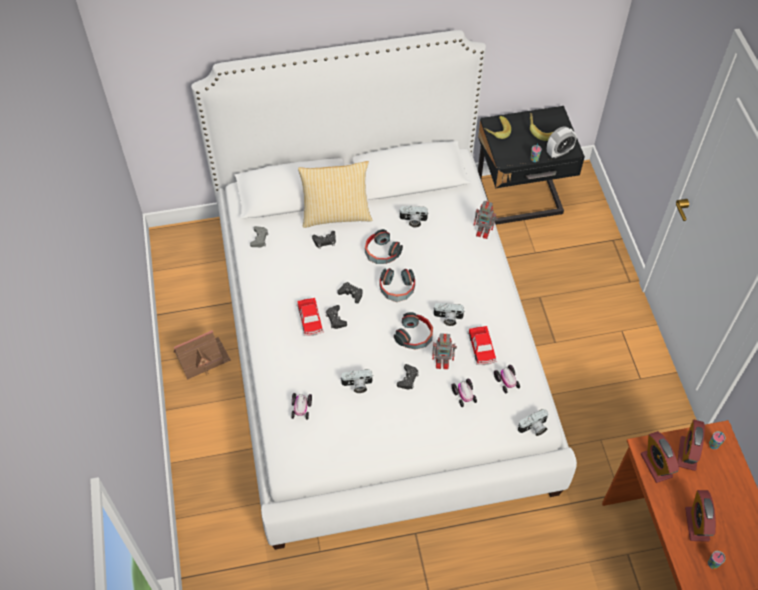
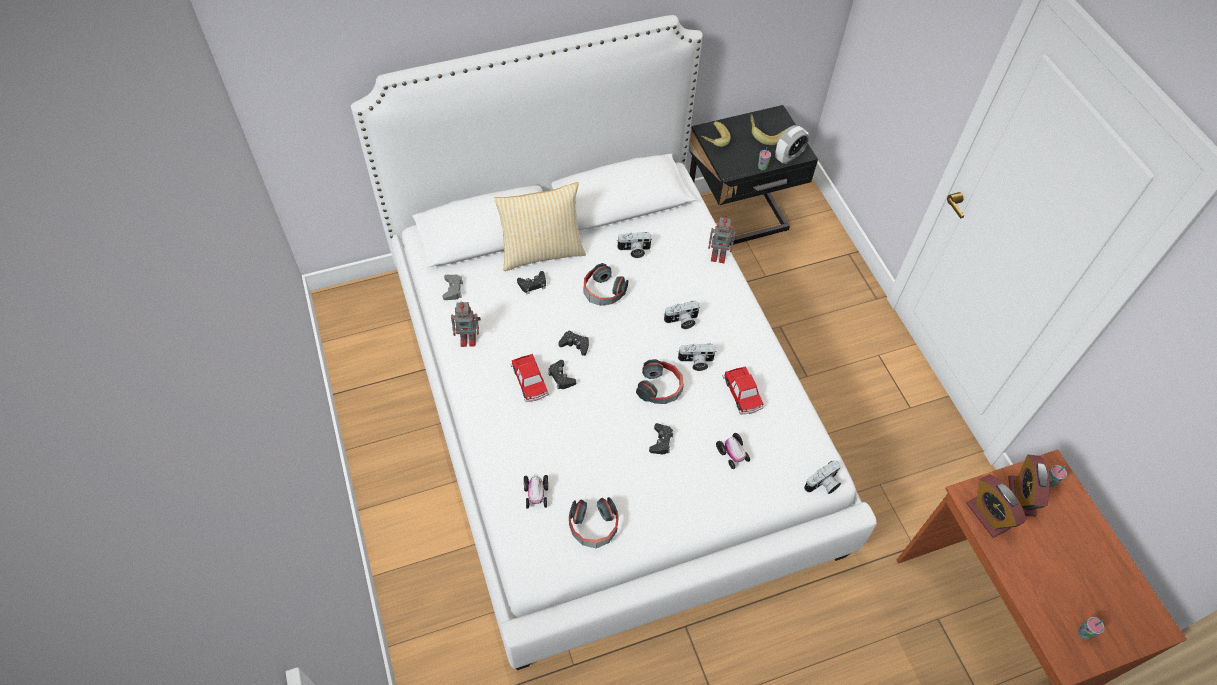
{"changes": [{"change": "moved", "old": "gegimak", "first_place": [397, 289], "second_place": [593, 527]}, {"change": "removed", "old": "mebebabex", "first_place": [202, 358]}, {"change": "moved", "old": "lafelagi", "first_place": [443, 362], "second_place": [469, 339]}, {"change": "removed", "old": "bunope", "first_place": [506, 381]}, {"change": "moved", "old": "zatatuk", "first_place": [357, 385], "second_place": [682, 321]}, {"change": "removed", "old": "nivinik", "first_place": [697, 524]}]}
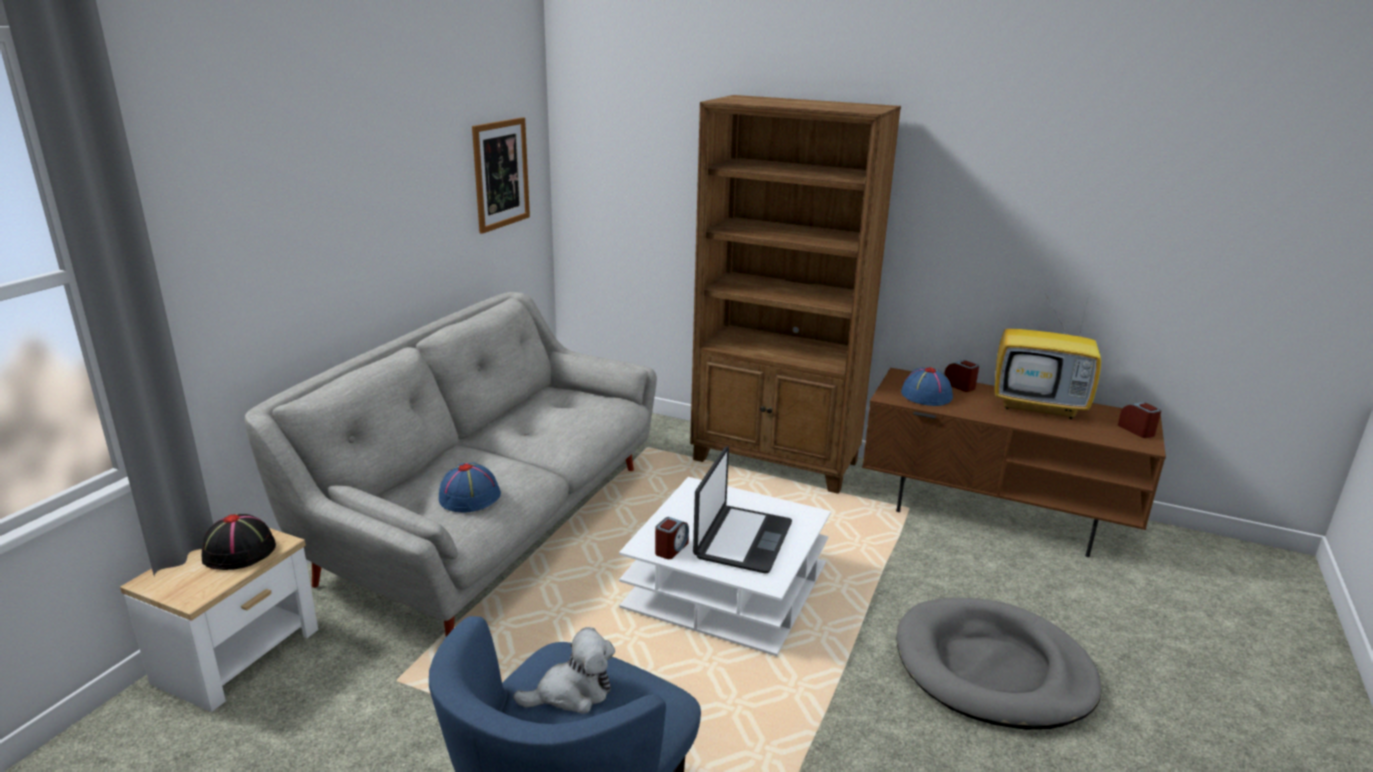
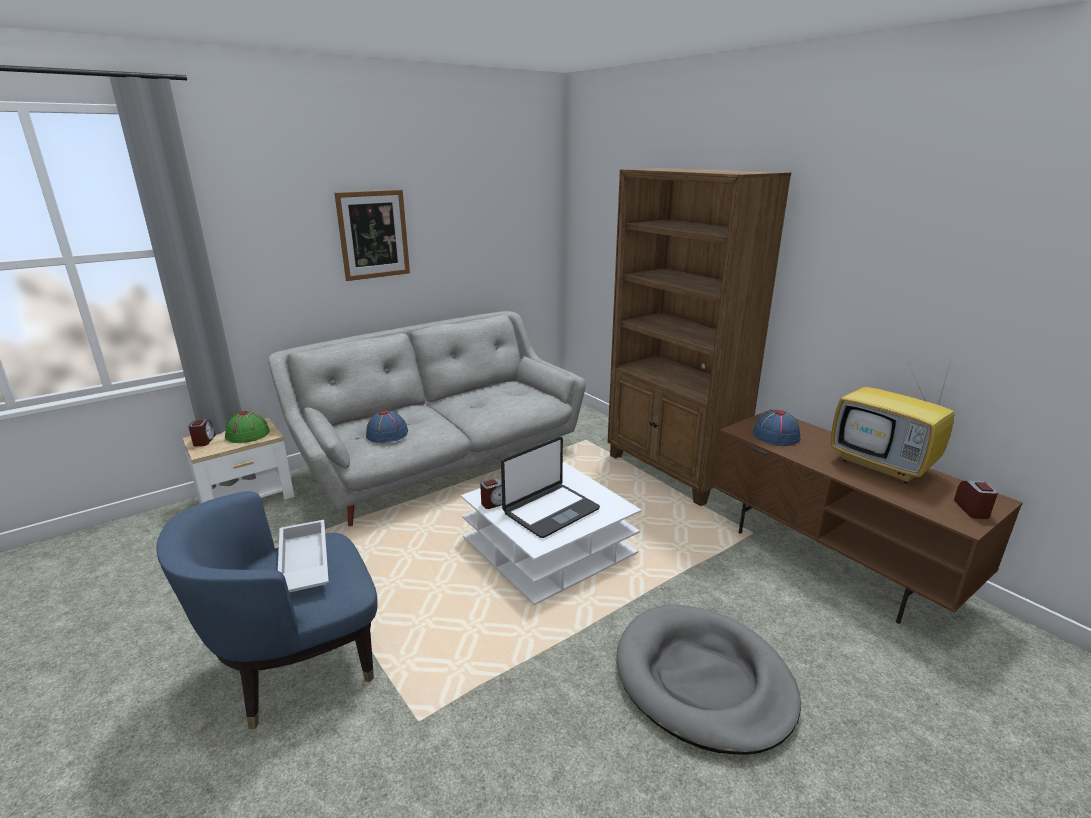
{"changes": [{"change": "moved", "old": "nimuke", "first_place": [501, 174], "second_place": [373, 235]}, {"change": "moved", "old": "nivinik", "first_place": [959, 386], "second_place": [204, 440]}, {"change": "recoloured", "old": "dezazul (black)", "new": "dezazul (green)", "first_place": [240, 551], "second_place": [248, 434]}, {"change": "replaced", "old": "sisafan", "new": "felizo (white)", "first_place": [572, 693], "second_place": [303, 564]}]}
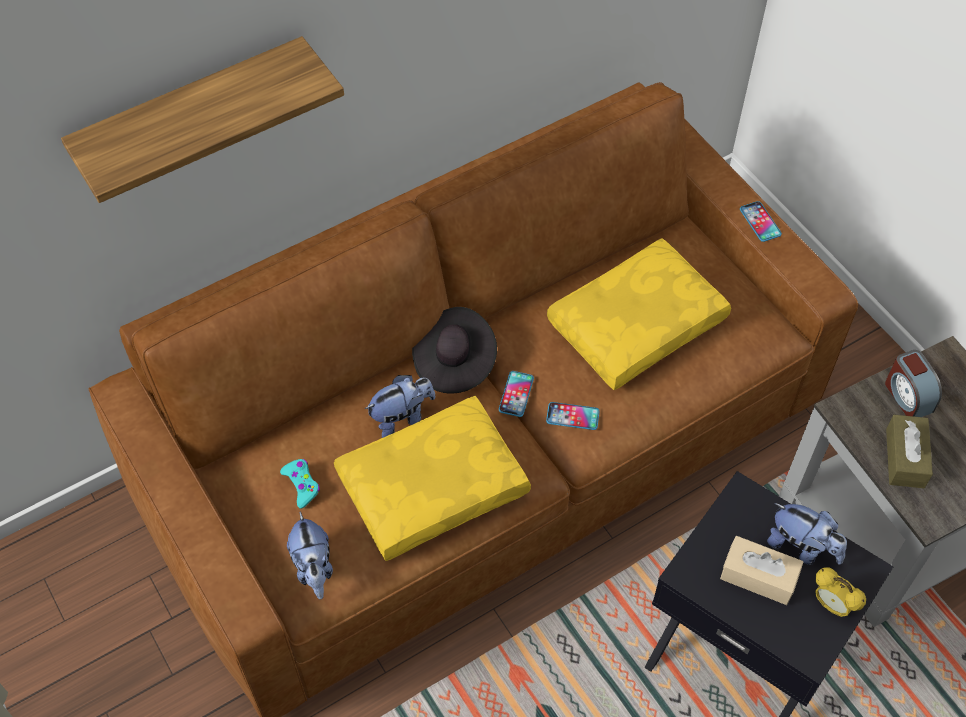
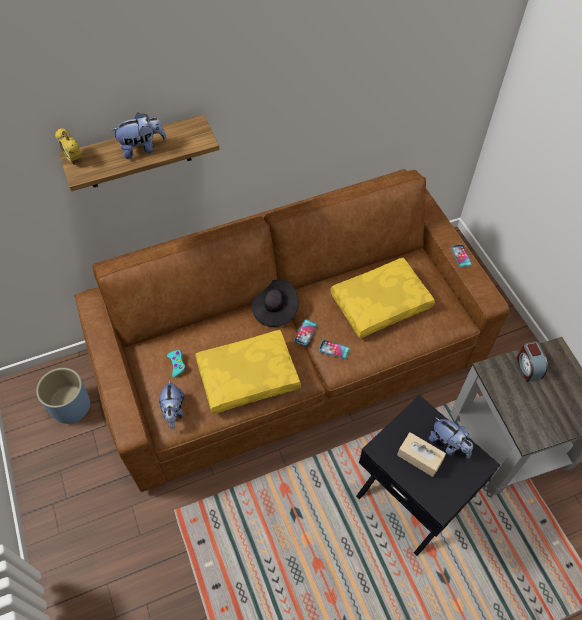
{"changes": [{"change": "moved", "old": "sisafan", "first_place": [402, 417], "second_place": [142, 148]}, {"change": "removed", "old": "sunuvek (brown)", "first_place": [905, 458]}, {"change": "moved", "old": "nivinik", "first_place": [831, 605], "second_place": [74, 159]}, {"change": "added", "new": "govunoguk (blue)", "second_place": [71, 406]}]}
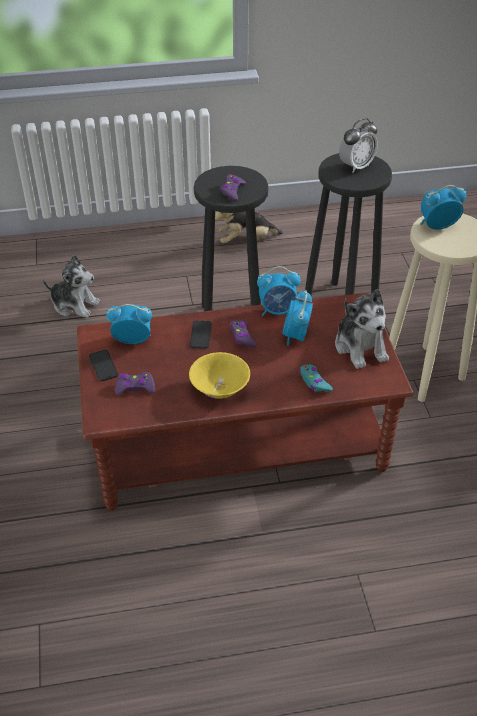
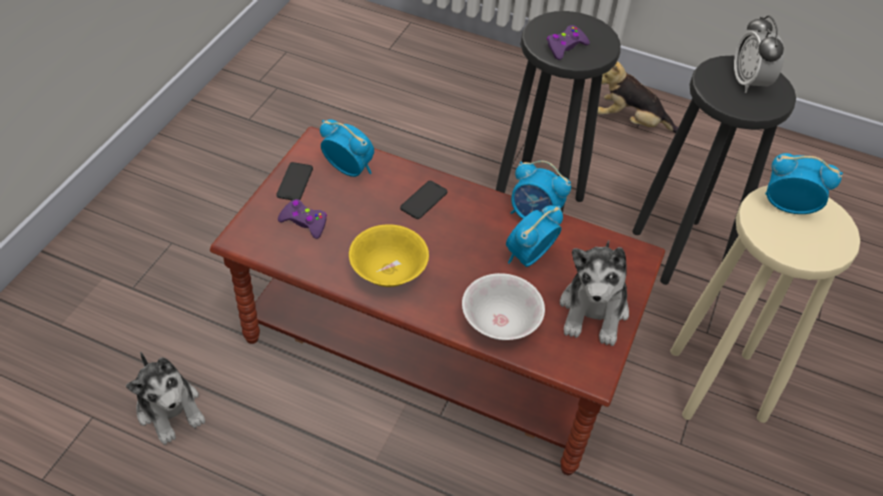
{"changes": [{"change": "turned", "old": "nivinik", "first_place": [356, 166], "second_place": [748, 82], "degrees": 90}, {"change": "moved", "old": "sisafan", "first_place": [74, 305], "second_place": [170, 408]}, {"change": "removed", "old": "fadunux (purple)", "first_place": [242, 337]}, {"change": "replaced", "old": "fadunux (turquoise)", "new": "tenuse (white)", "first_place": [314, 382], "second_place": [499, 323]}]}
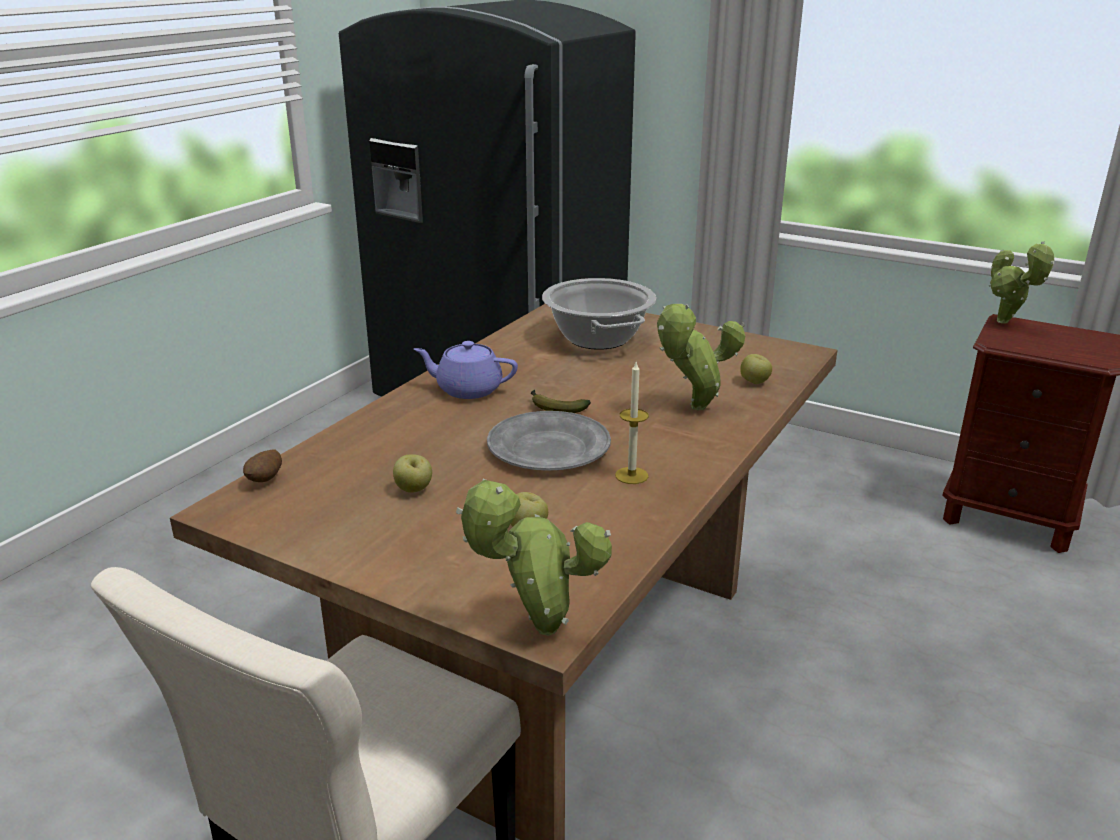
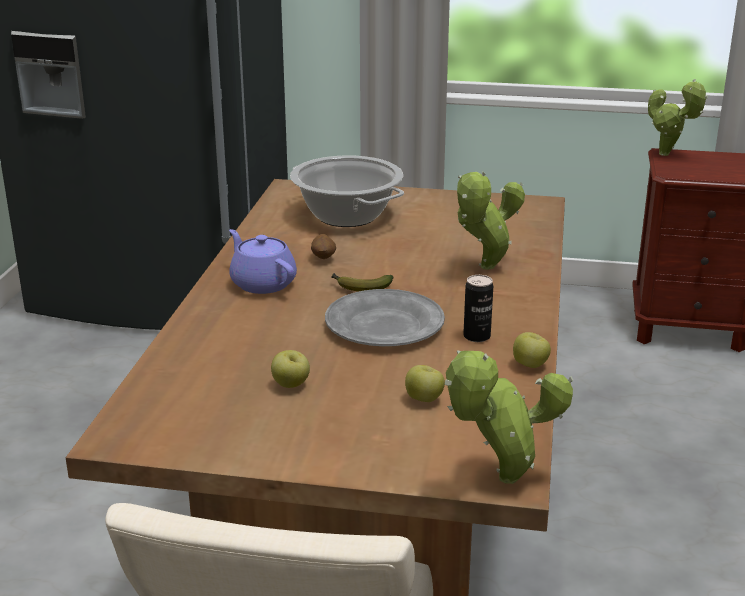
{"changes": [{"change": "turned", "old": "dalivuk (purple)", "first_place": [467, 389], "second_place": [262, 283], "degrees": 60}, {"change": "moved", "old": "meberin", "first_place": [754, 382], "second_place": [530, 365]}, {"change": "replaced", "old": "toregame", "new": "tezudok", "first_place": [631, 475], "second_place": [476, 336]}, {"change": "moved", "old": "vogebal", "first_place": [265, 480], "second_place": [323, 258]}]}
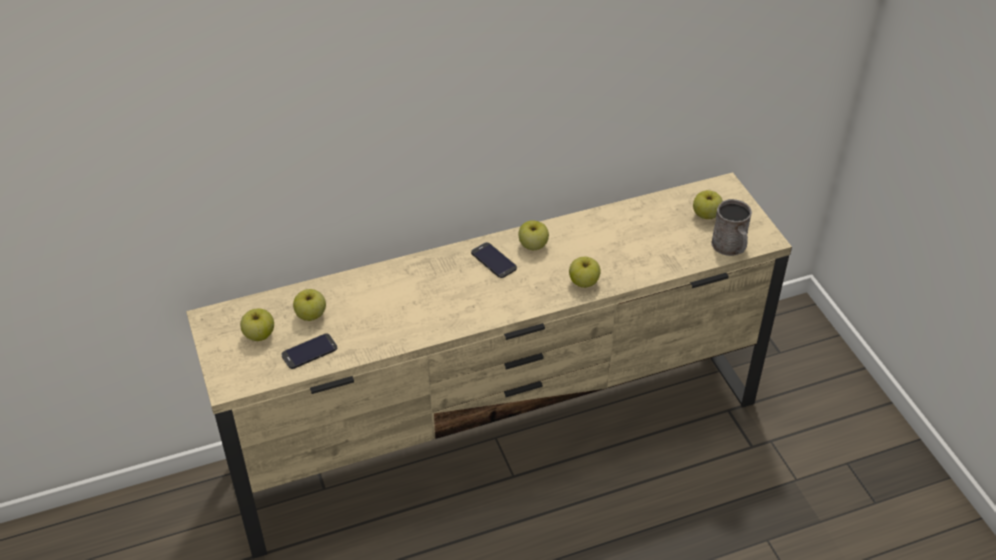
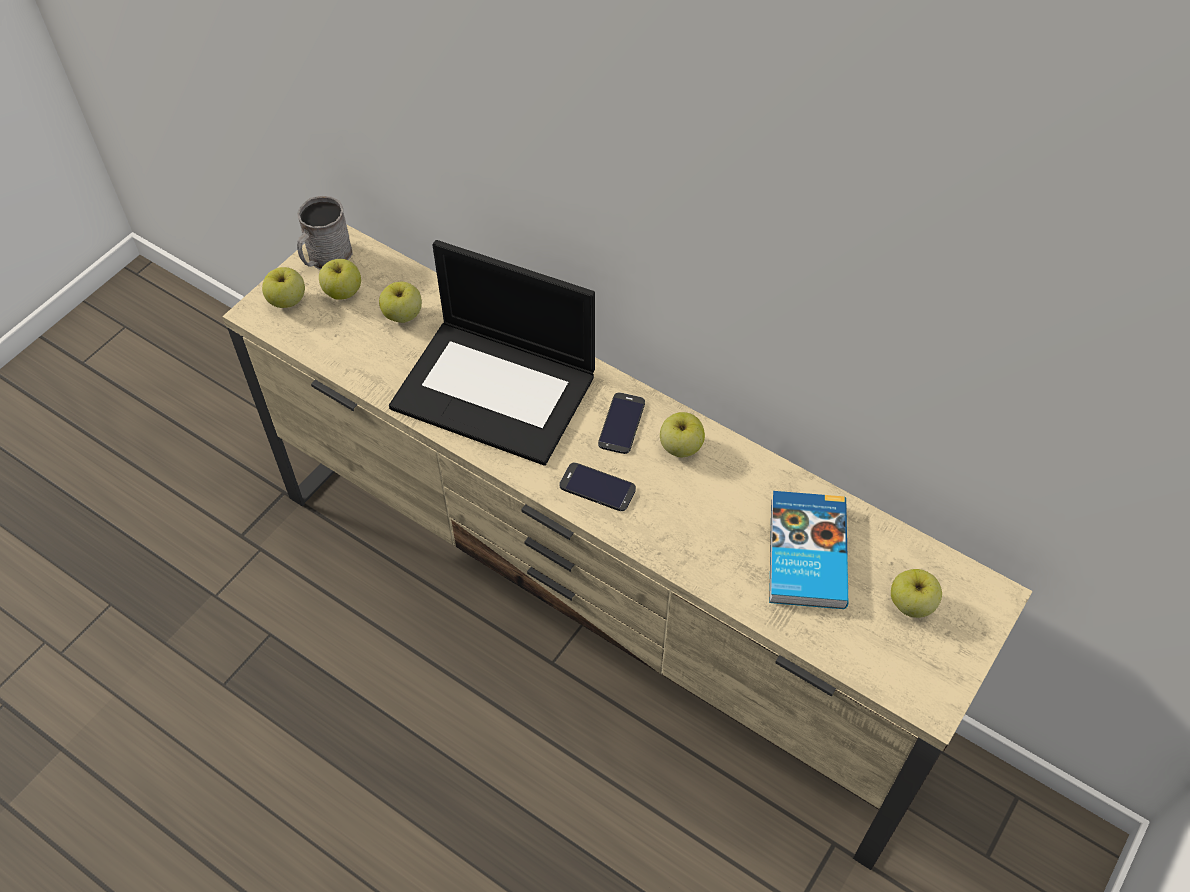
{"changes": [{"change": "moved", "old": "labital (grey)", "first_place": [730, 247], "second_place": [326, 258]}, {"change": "moved", "old": "meberin", "first_place": [584, 282], "second_place": [287, 301]}, {"change": "moved", "old": "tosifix", "first_place": [309, 351], "second_place": [597, 487]}, {"change": "added", "new": "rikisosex", "second_place": [497, 390]}, {"change": "added", "new": "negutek", "second_place": [804, 554]}]}
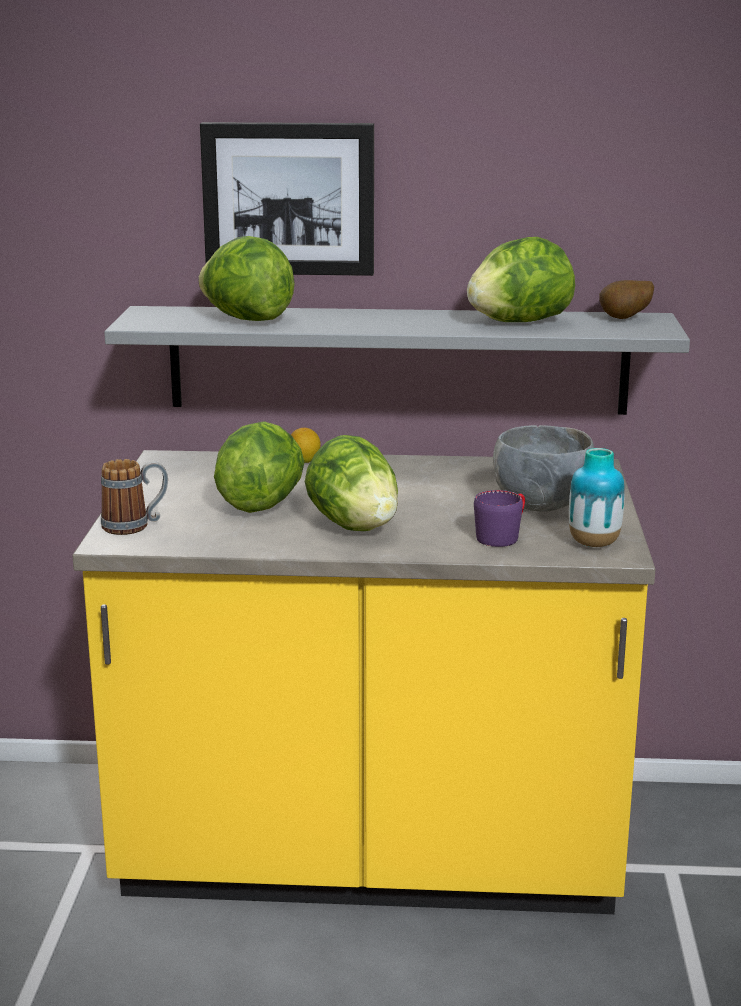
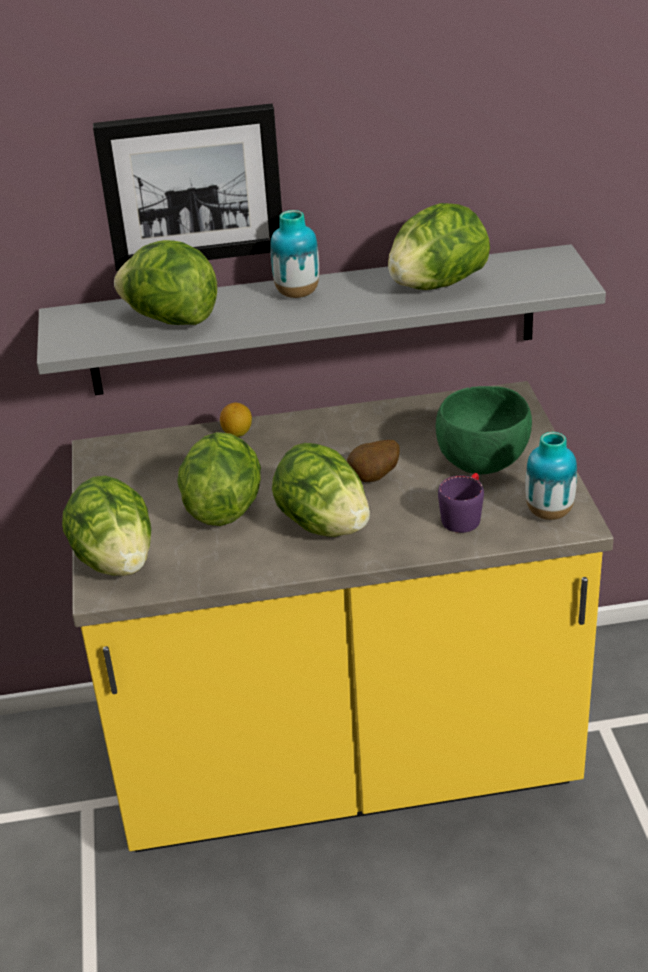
{"changes": [{"change": "moved", "old": "vogebal", "first_place": [625, 319], "second_place": [375, 478]}, {"change": "recoloured", "old": "tenuse (grey)", "new": "tenuse (green)", "first_place": [540, 504], "second_place": [481, 463]}, {"change": "replaced", "old": "labital", "new": "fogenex", "first_place": [135, 526], "second_place": [116, 561]}, {"change": "added", "new": "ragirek", "second_place": [297, 293]}]}
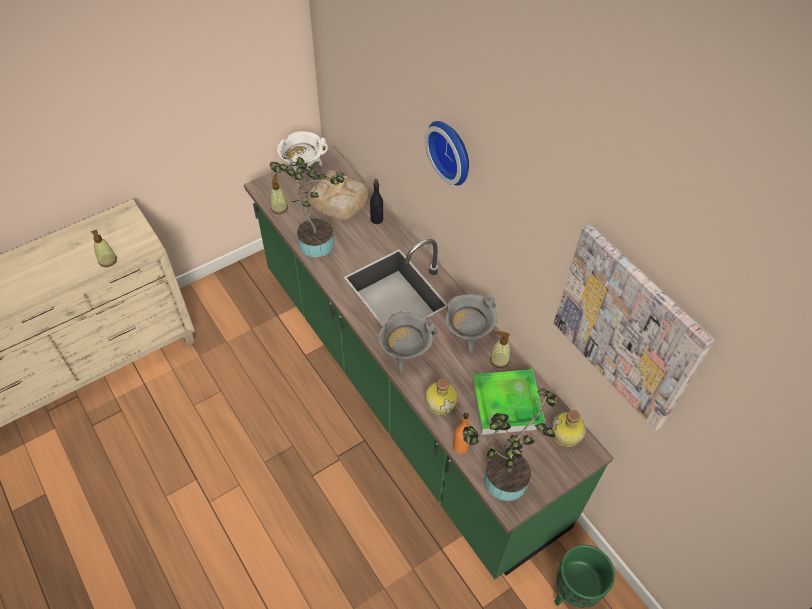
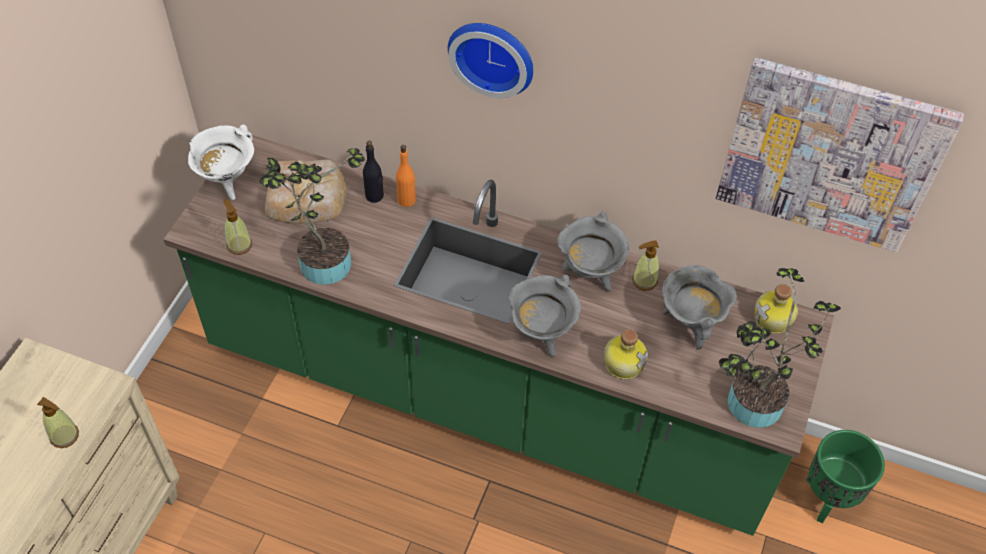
{"changes": [{"change": "replaced", "old": "felizo", "new": "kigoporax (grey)", "first_place": [506, 404], "second_place": [690, 323]}, {"change": "moved", "old": "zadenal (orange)", "first_place": [460, 446], "second_place": [407, 200]}]}
